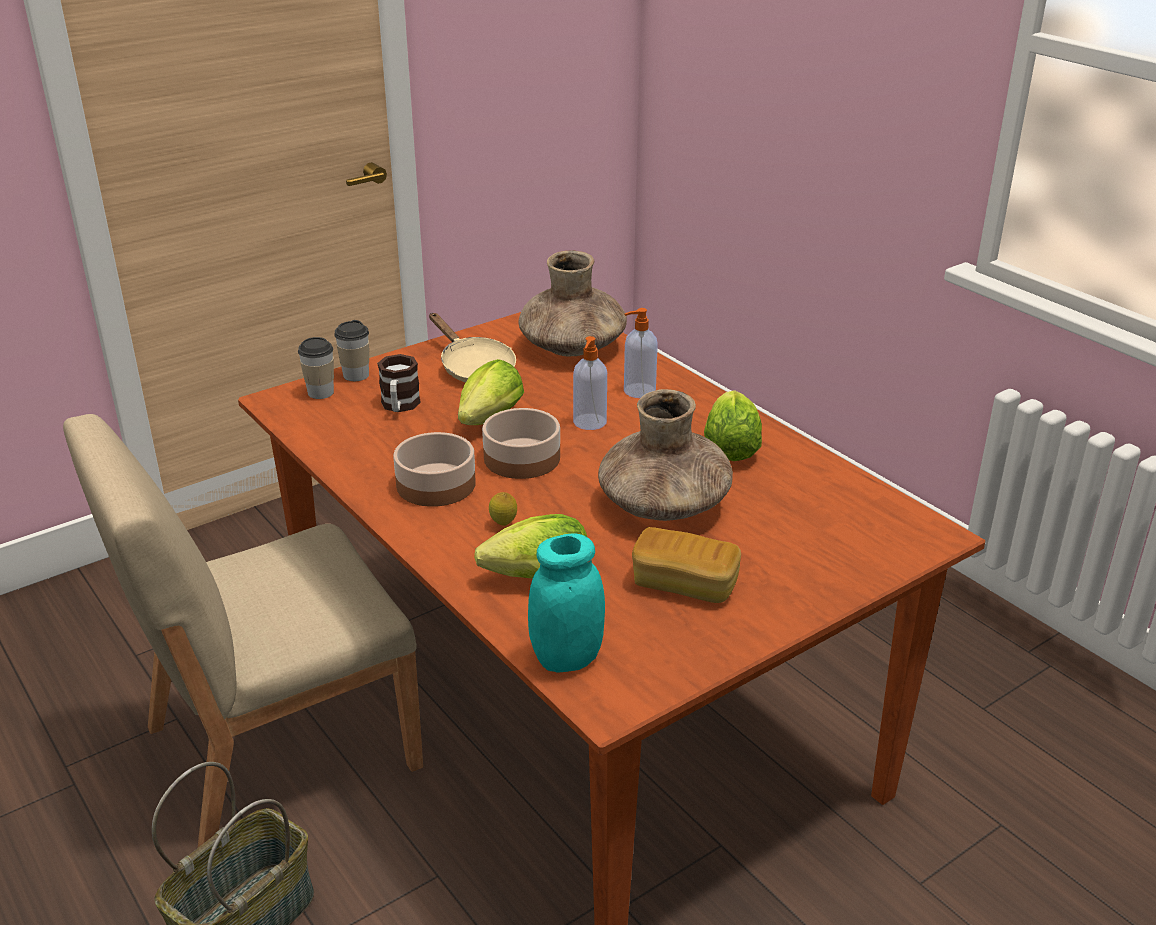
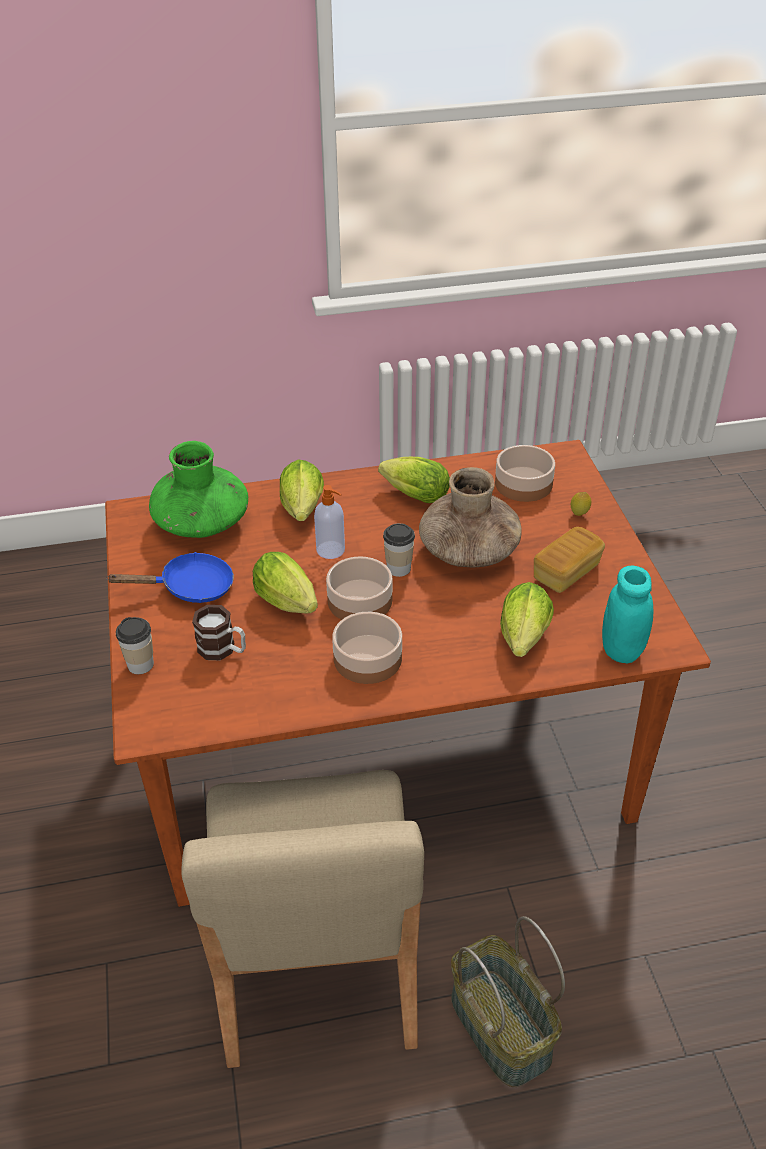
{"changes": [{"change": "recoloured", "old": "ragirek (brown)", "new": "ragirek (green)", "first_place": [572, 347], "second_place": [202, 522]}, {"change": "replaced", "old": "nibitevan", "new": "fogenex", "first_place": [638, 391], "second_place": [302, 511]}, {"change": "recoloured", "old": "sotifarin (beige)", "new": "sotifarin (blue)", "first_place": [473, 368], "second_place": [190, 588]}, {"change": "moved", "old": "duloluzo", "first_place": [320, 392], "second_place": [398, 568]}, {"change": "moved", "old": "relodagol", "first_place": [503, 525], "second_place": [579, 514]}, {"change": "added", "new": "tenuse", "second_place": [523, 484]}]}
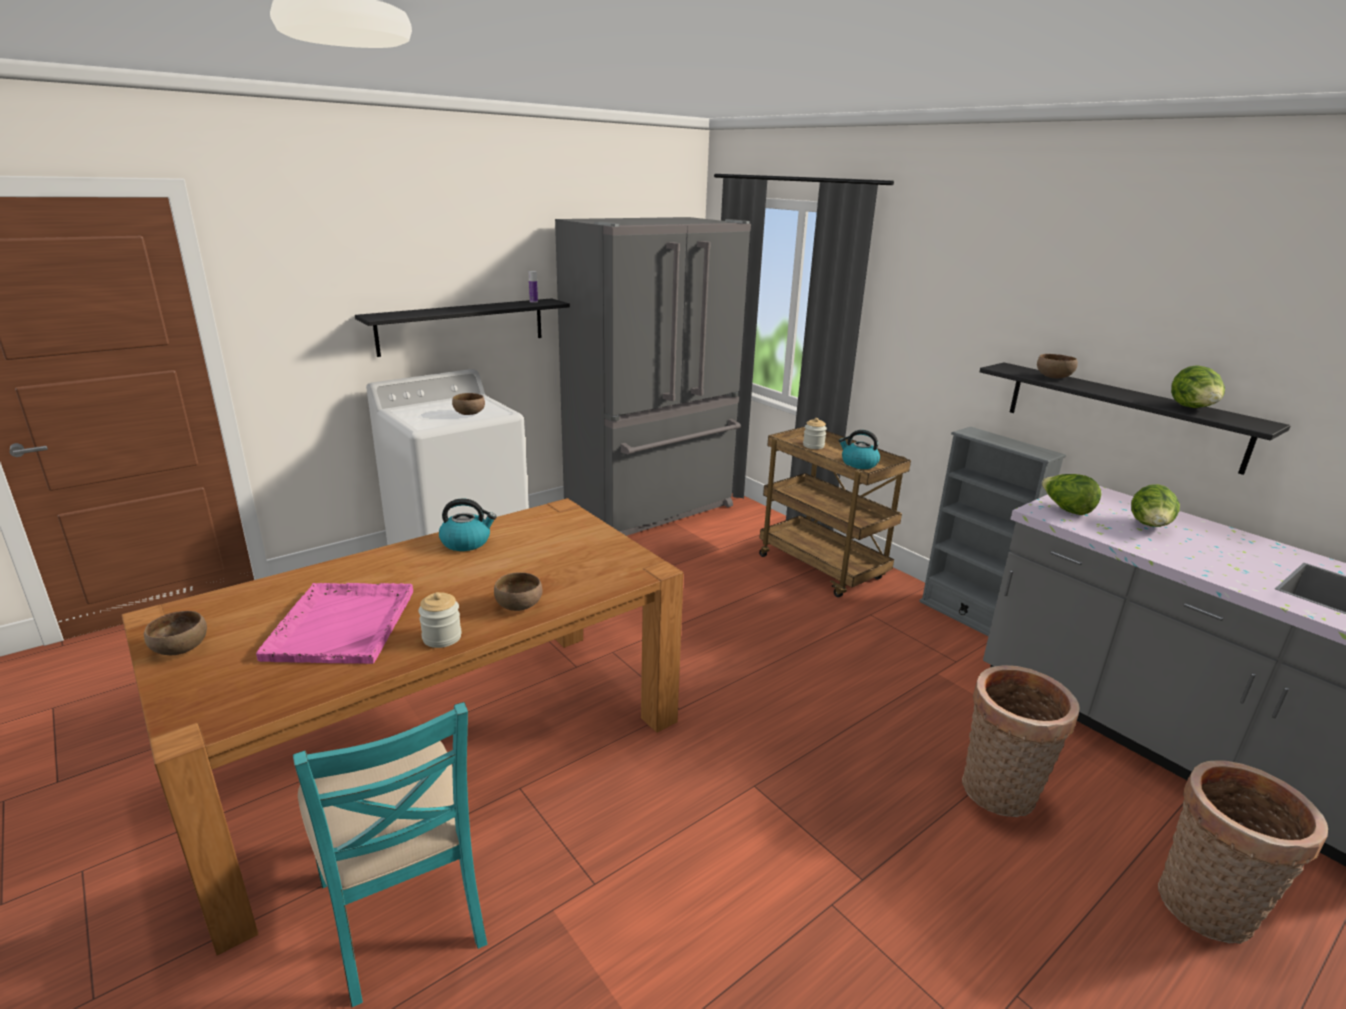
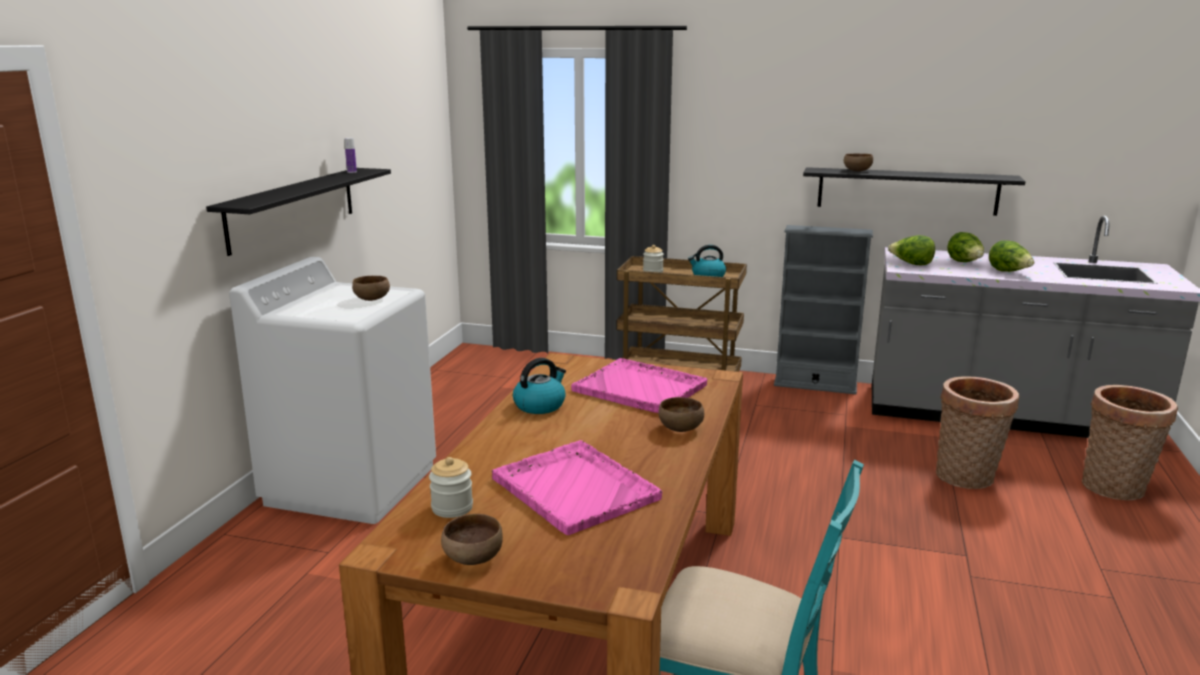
{"changes": [{"change": "removed", "old": "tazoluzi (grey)", "first_place": [652, 508]}, {"change": "moved", "old": "fogenex", "first_place": [1193, 409], "second_place": [1008, 272]}, {"change": "moved", "old": "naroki", "first_place": [442, 637], "second_place": [452, 508]}, {"change": "added", "new": "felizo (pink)", "second_place": [640, 388]}]}
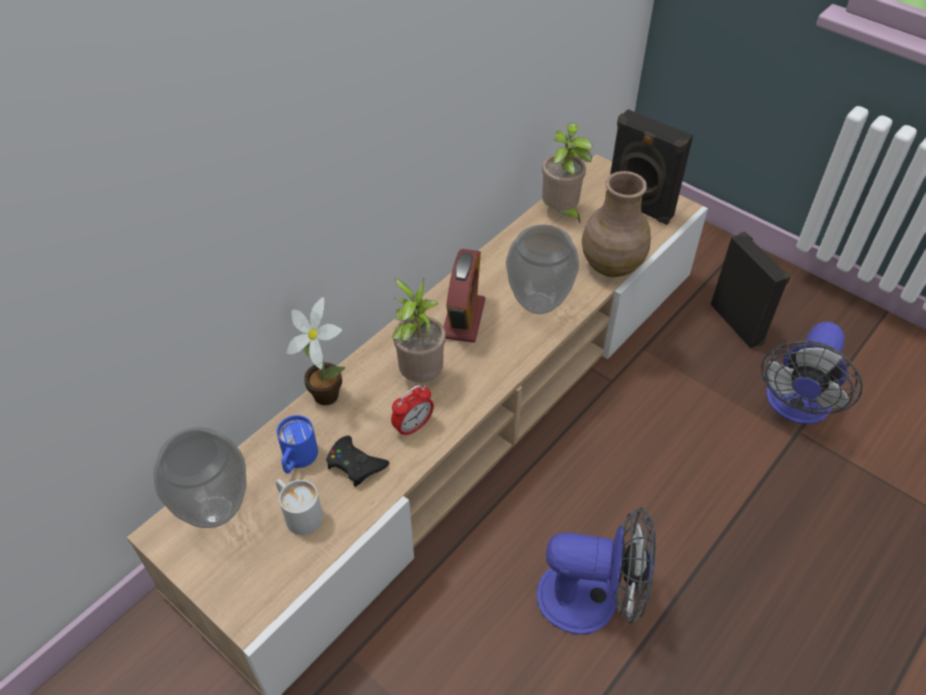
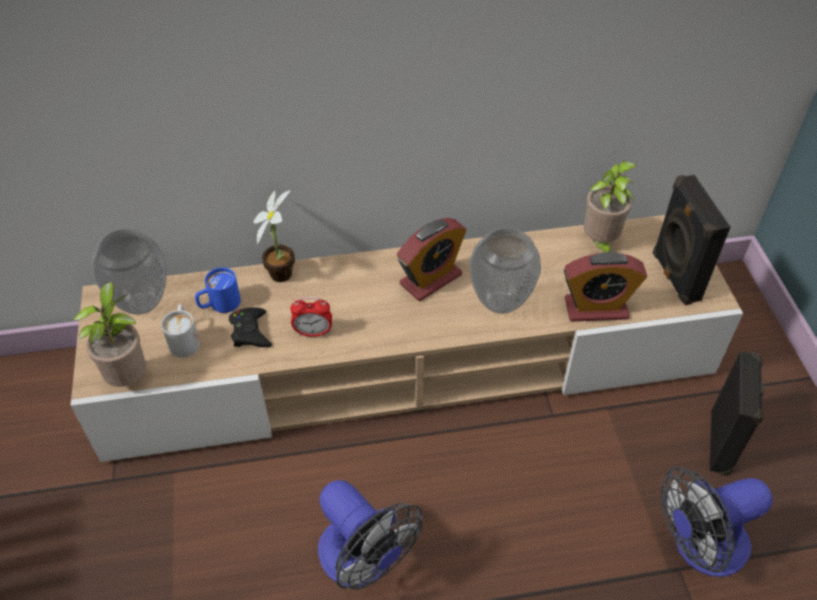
{"changes": [{"change": "replaced", "old": "ragirek (brown)", "new": "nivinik", "first_place": [611, 265], "second_place": [596, 308]}, {"change": "moved", "old": "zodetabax", "first_place": [420, 375], "second_place": [130, 377]}]}
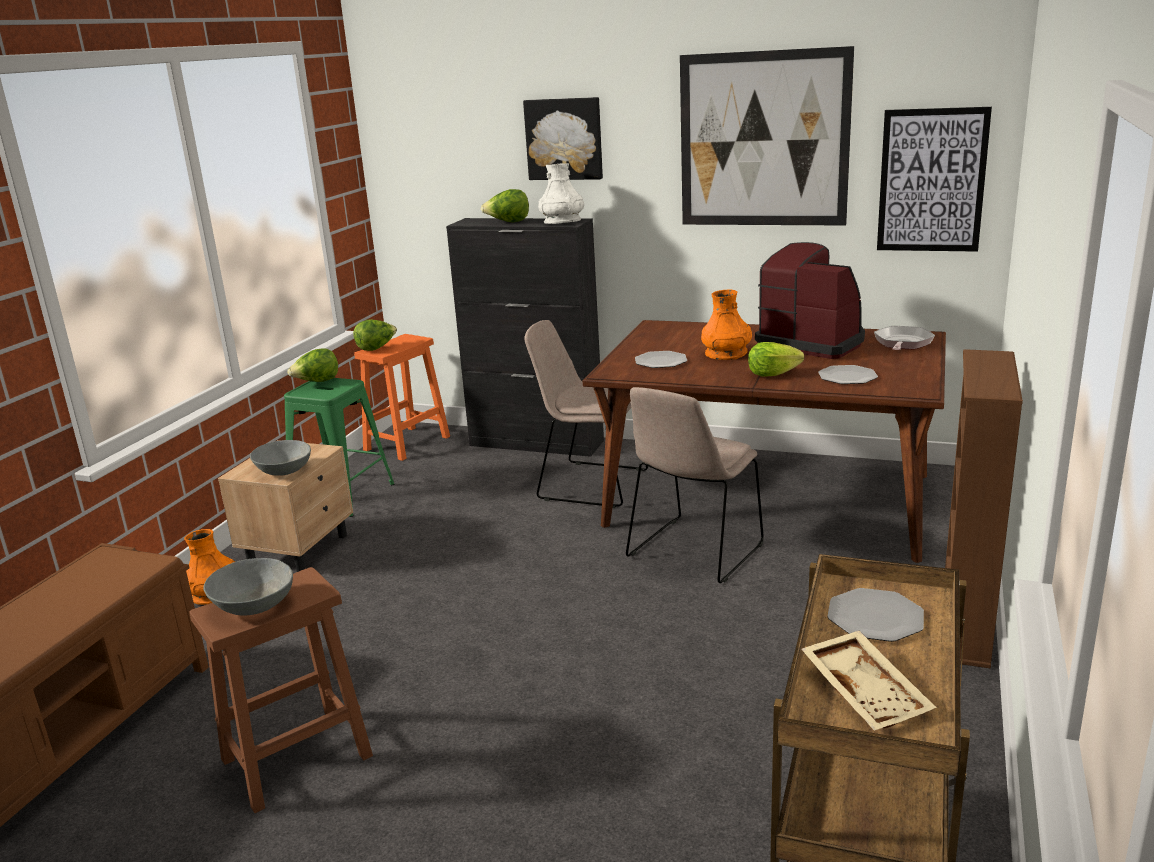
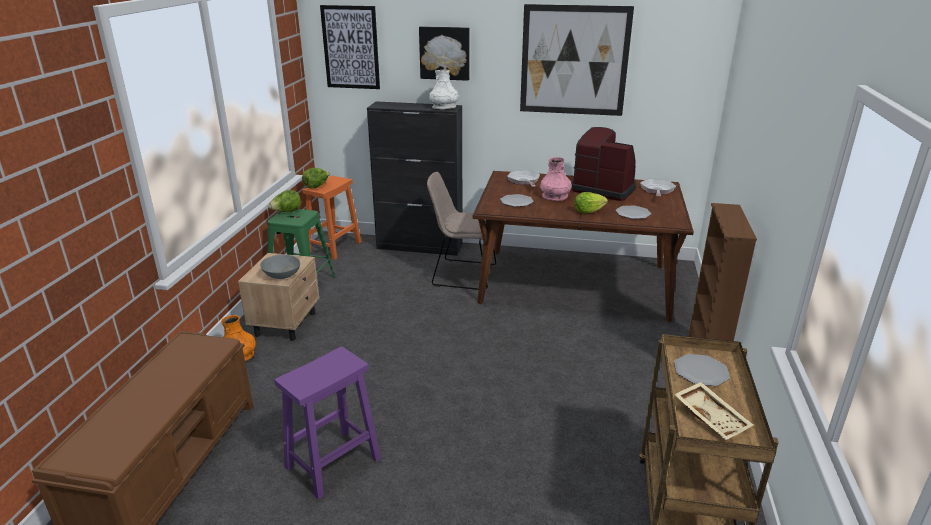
{"changes": [{"change": "moved", "old": "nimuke", "first_place": [931, 181], "second_place": [351, 47]}, {"change": "removed", "old": "fogenex", "first_place": [508, 222]}, {"change": "recoloured", "old": "ragirek (orange)", "new": "ragirek (pink)", "first_place": [726, 353], "second_place": [555, 196]}, {"change": "removed", "old": "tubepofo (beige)", "first_place": [693, 552]}, {"change": "removed", "old": "tenuse (grey)", "first_place": [252, 606]}, {"change": "recoloured", "old": "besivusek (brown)", "new": "besivusek (purple)", "first_place": [299, 757], "second_place": [334, 462]}, {"change": "added", "new": "sotifarin", "second_place": [524, 181]}]}
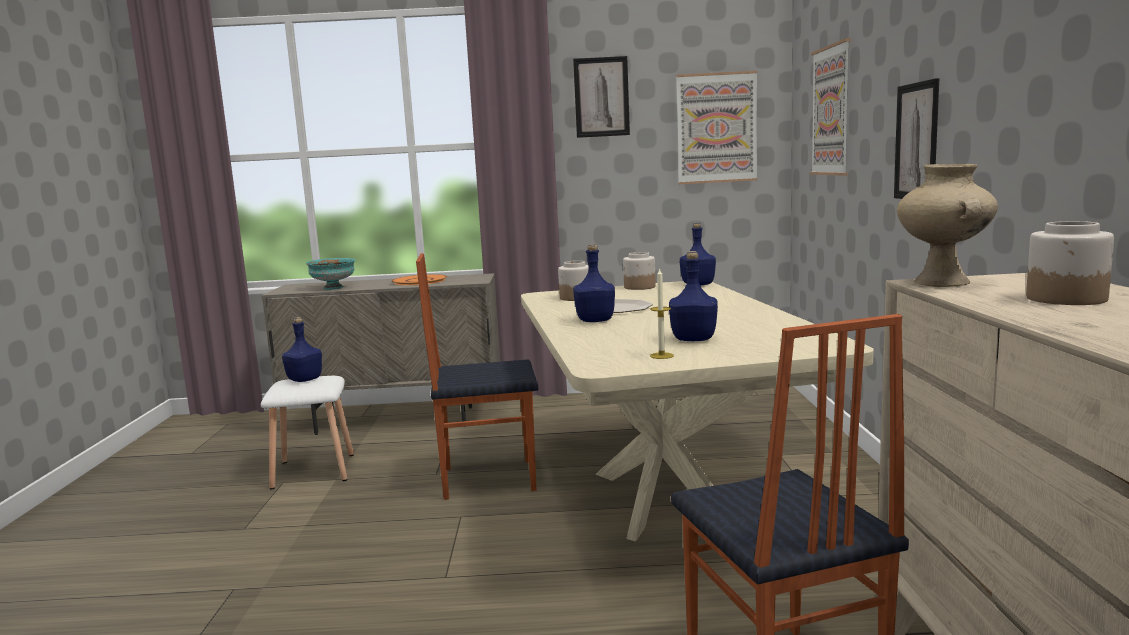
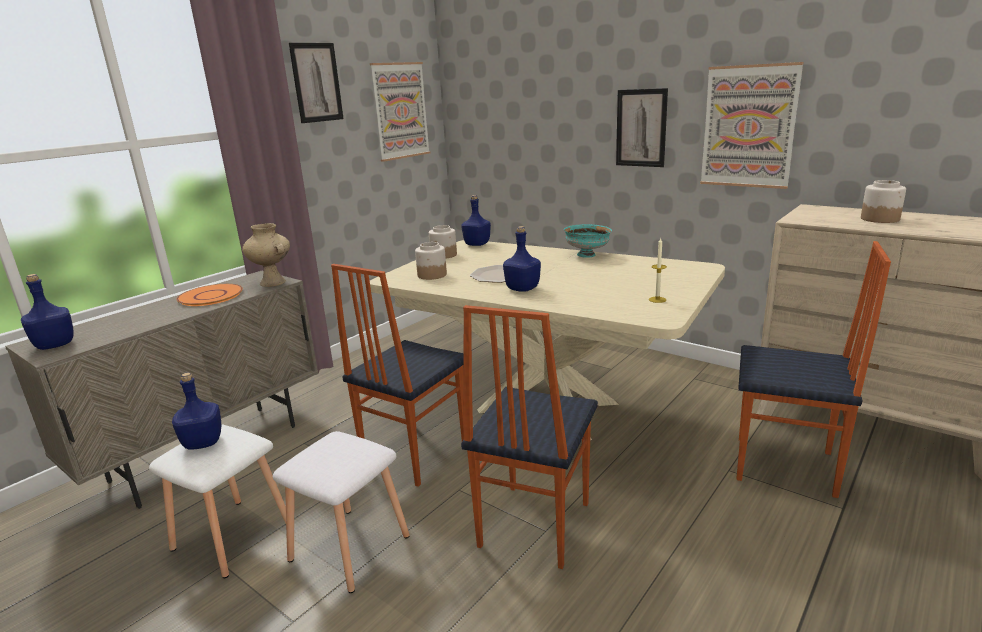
{"changes": [{"change": "moved", "old": "nimuke", "first_place": [831, 111], "second_place": [748, 127]}, {"change": "moved", "old": "ragirek (beige)", "first_place": [943, 283], "second_place": [273, 282]}, {"change": "moved", "old": "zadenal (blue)", "first_place": [694, 339], "second_place": [56, 344]}, {"change": "moved", "old": "tenuse (turquoise)", "first_place": [334, 288], "second_place": [587, 255]}, {"change": "added", "new": "tubepofo", "second_place": [532, 524]}, {"change": "added", "new": "besivusek (white)", "second_place": [351, 548]}]}
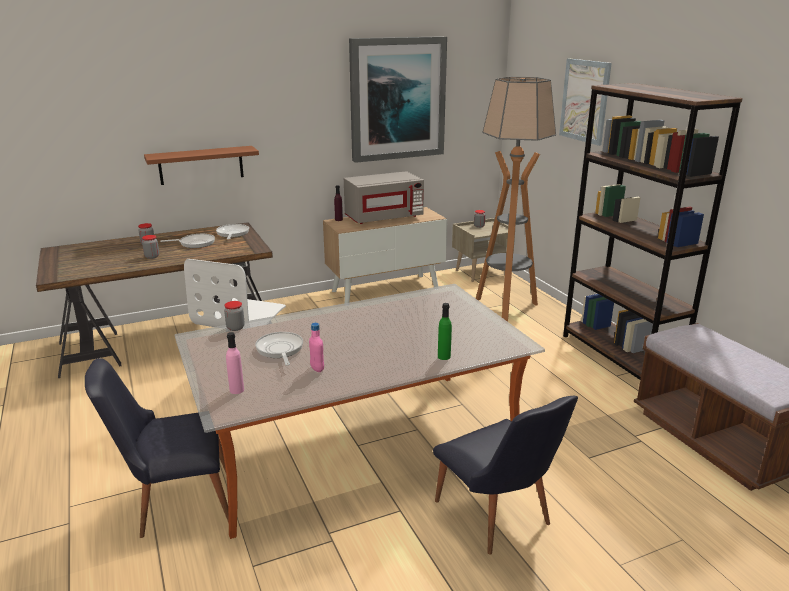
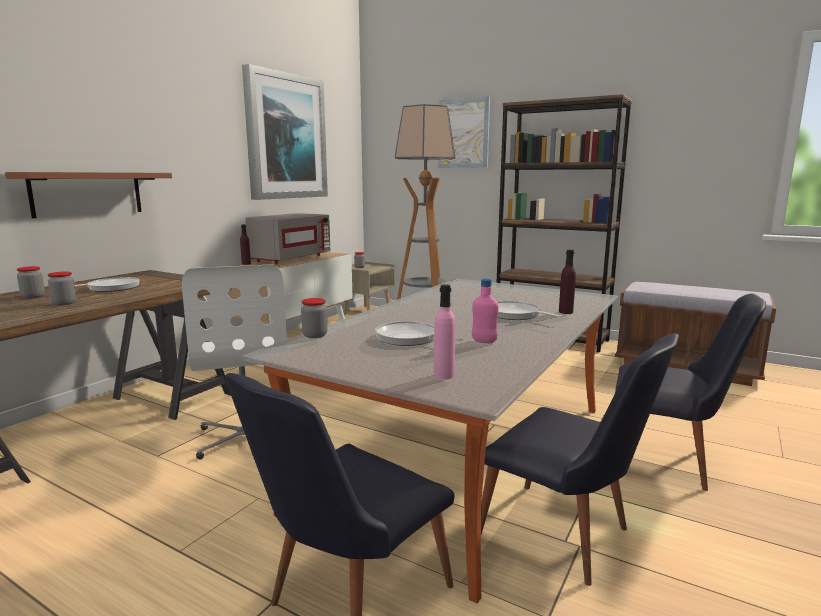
{"changes": [{"change": "moved", "old": "sotifarin", "first_place": [232, 234], "second_place": [515, 315]}, {"change": "recoloured", "old": "zadenal (green)", "new": "zadenal (purple)", "first_place": [444, 356], "second_place": [565, 312]}, {"change": "added", "new": "tubepofo (black)", "second_place": [566, 538]}]}
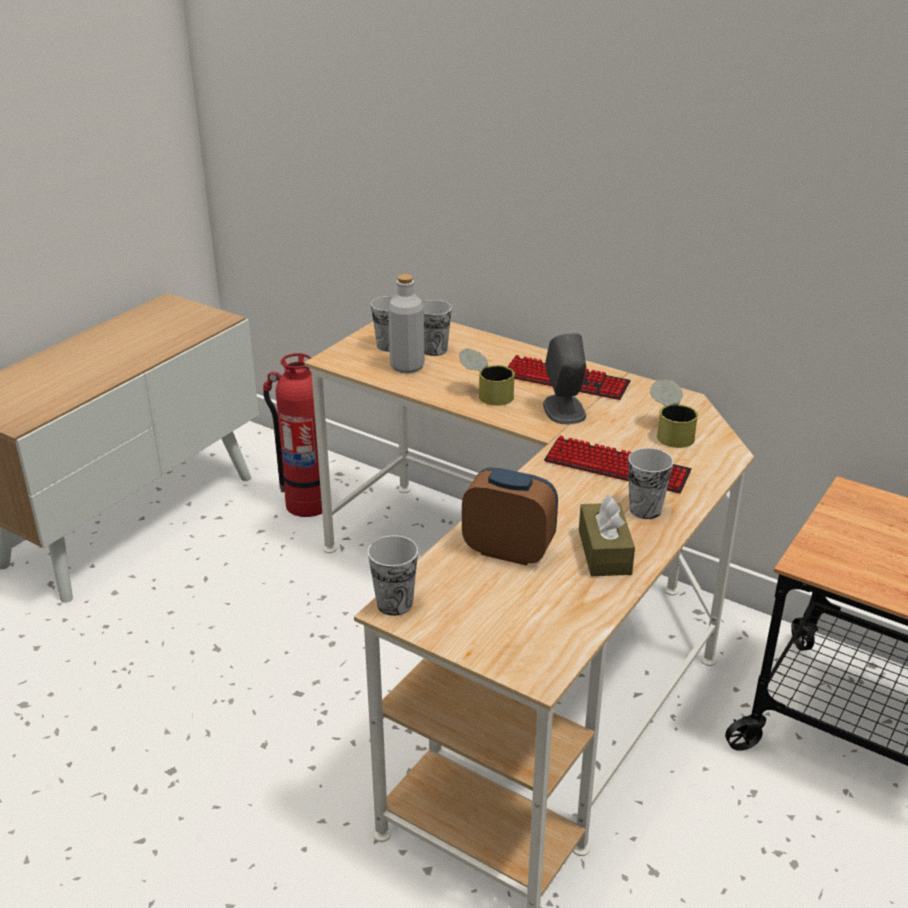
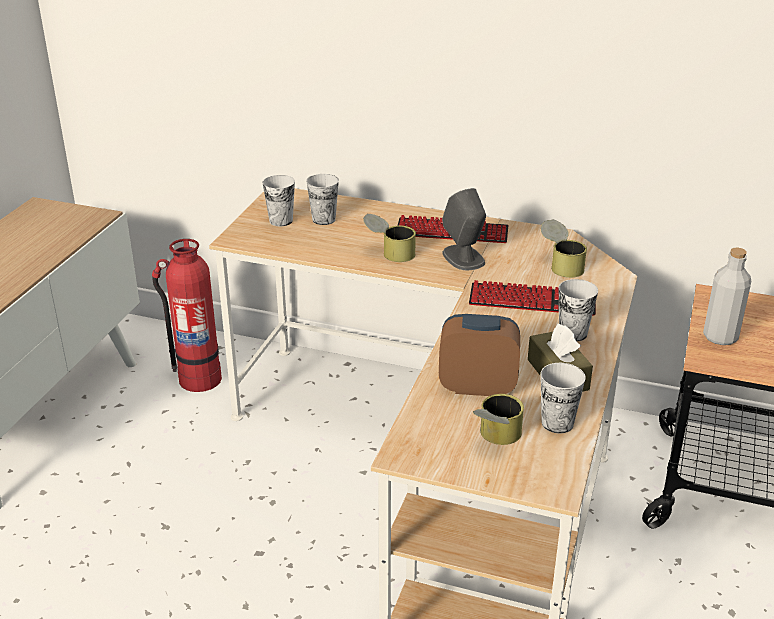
{"changes": [{"change": "moved", "old": "zadenal (grey)", "first_place": [407, 366], "second_place": [720, 337]}, {"change": "moved", "old": "duloluzo", "first_place": [394, 603], "second_place": [557, 423]}, {"change": "added", "new": "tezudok", "second_place": [495, 439]}]}
